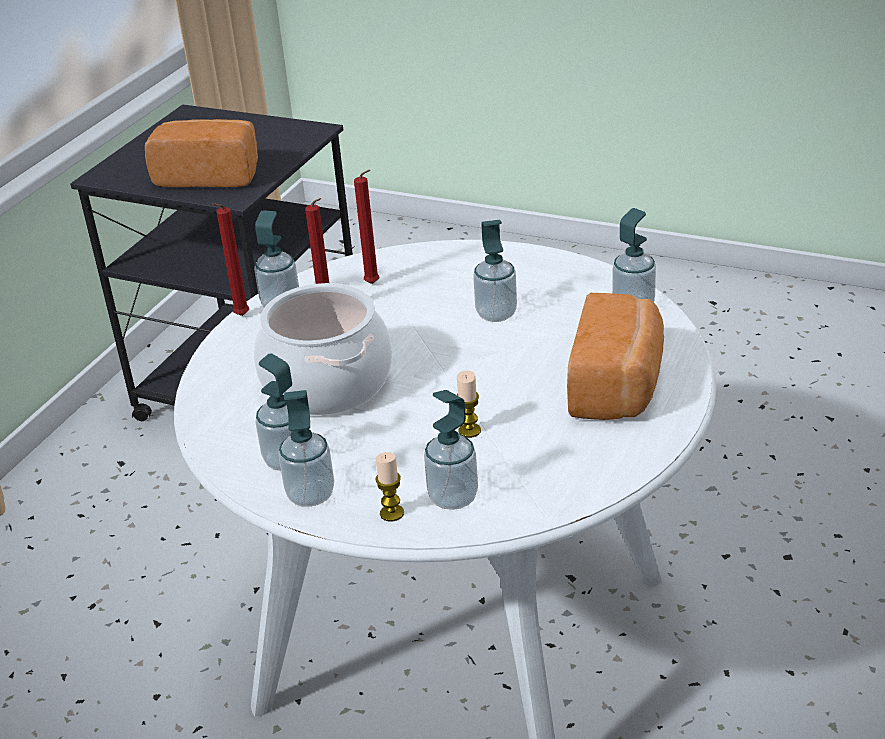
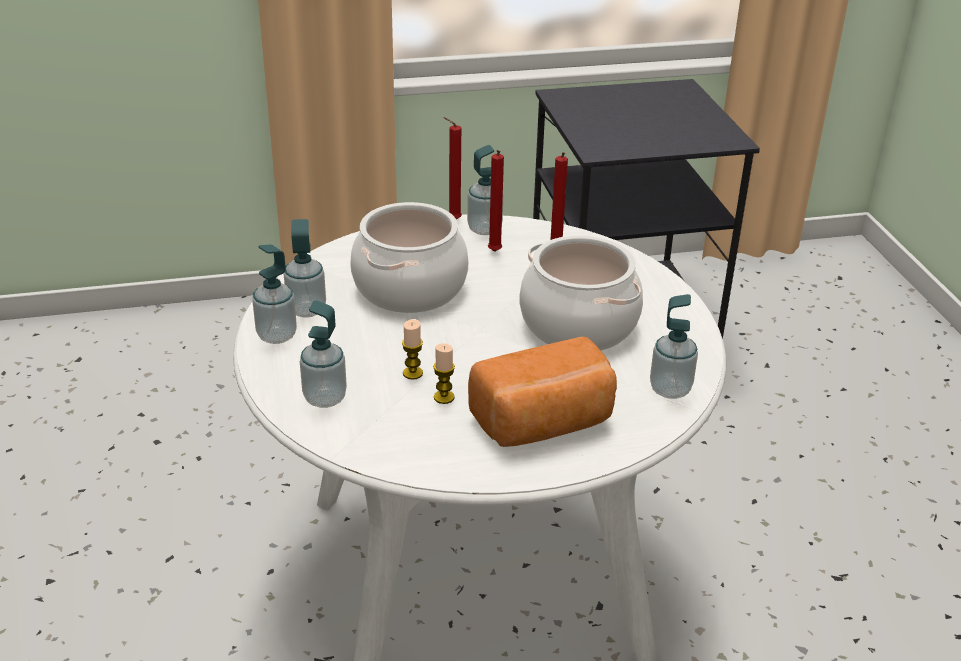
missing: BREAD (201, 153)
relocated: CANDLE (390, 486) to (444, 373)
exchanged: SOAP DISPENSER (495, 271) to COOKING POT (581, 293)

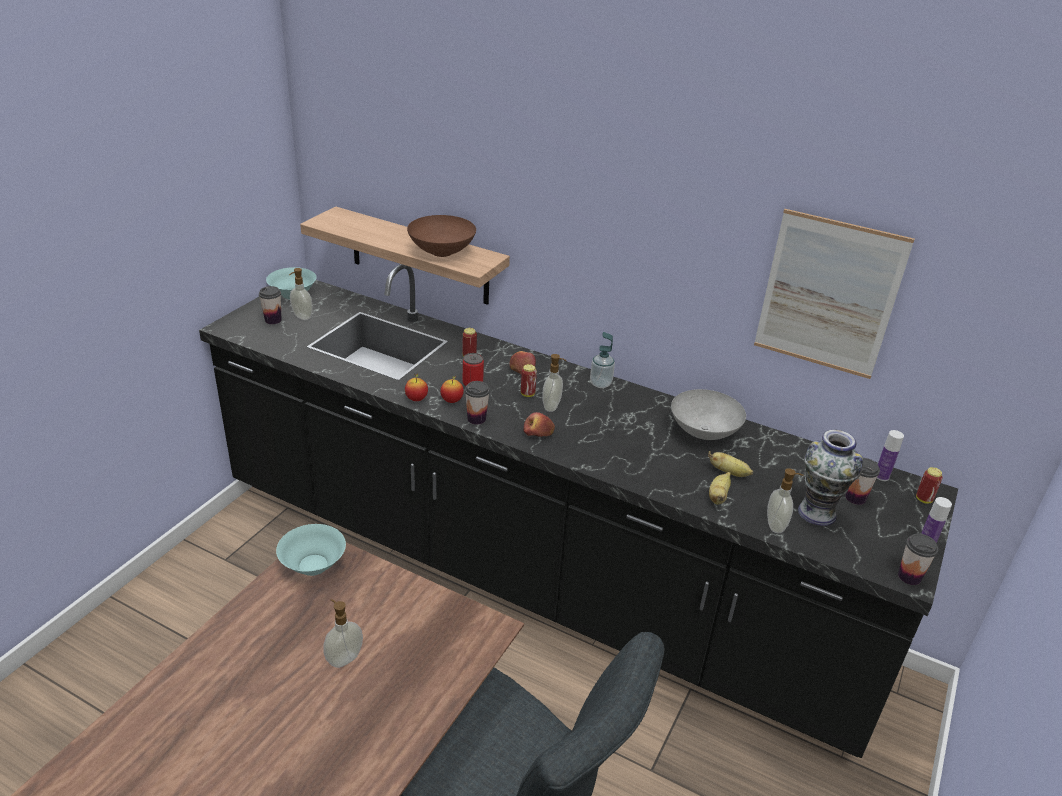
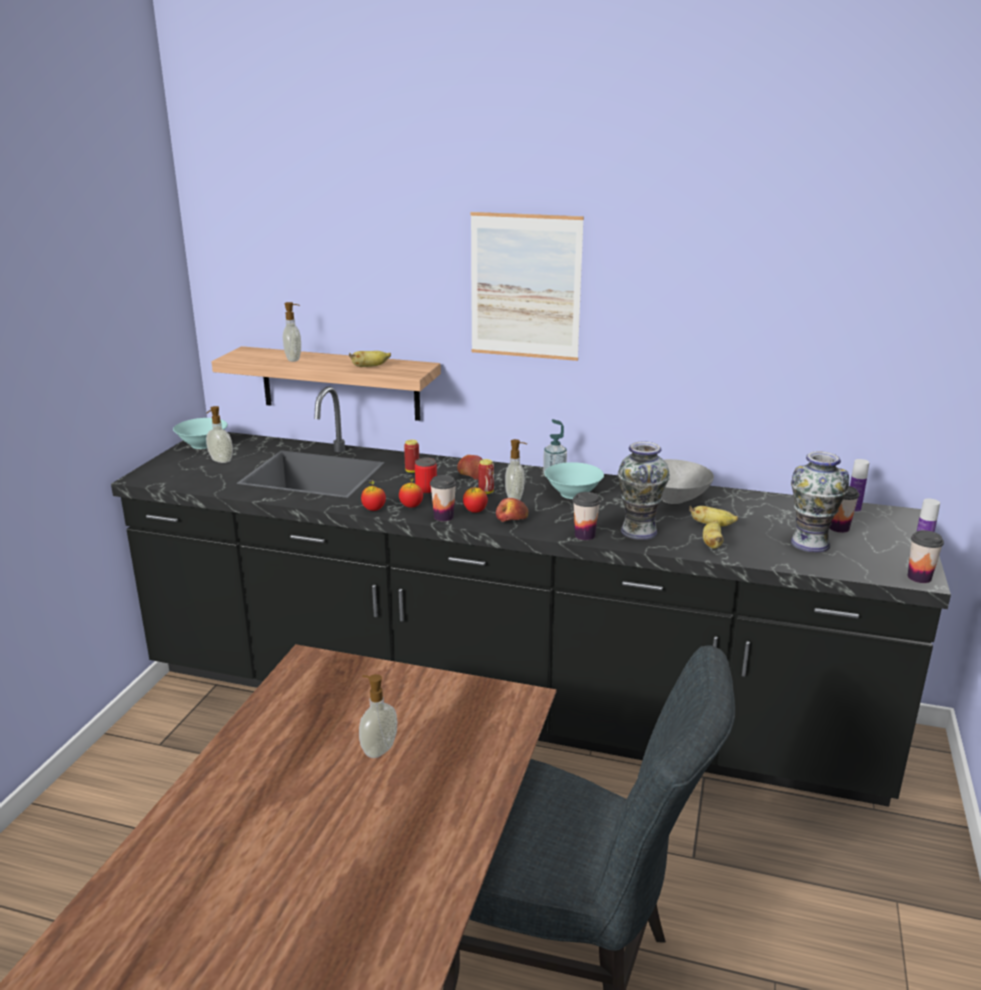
missing: CAN (929, 485)
appeared: VASE (644, 491); APPLE (475, 500)
relocated: PICTURE (834, 294) to (527, 286); CUP (270, 305) to (586, 516); SOAP DISPENSER (785, 500) to (292, 332); TURQUOISE BOWL (311, 550) to (574, 480)
exchanged: BROWN BOWL (441, 236) to BANANA (370, 359)

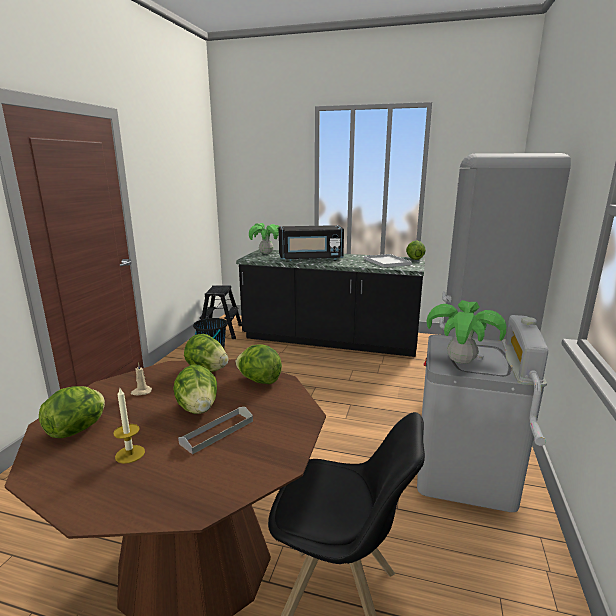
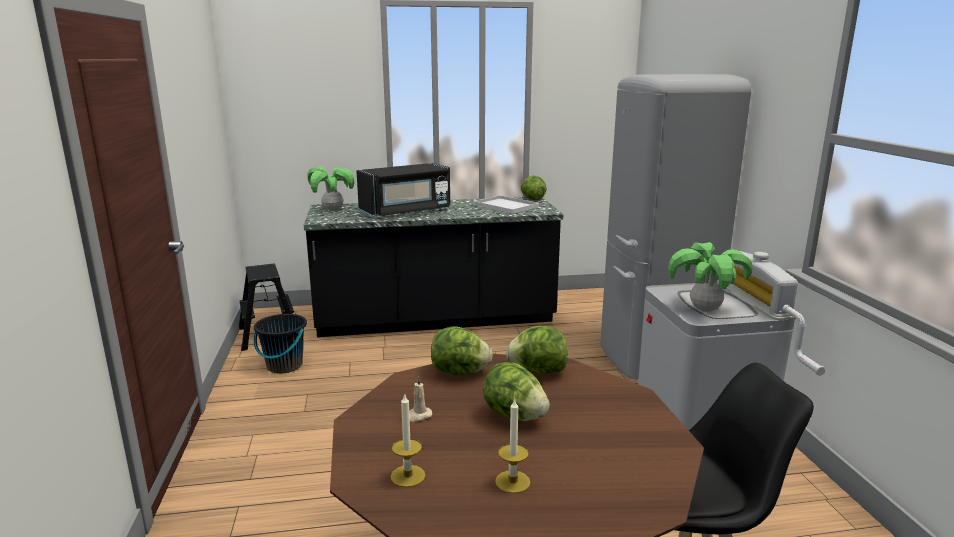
missing: GREY TRAY (215, 430)
exchanged: LETTUCE (72, 412) to CANDLE (408, 440)

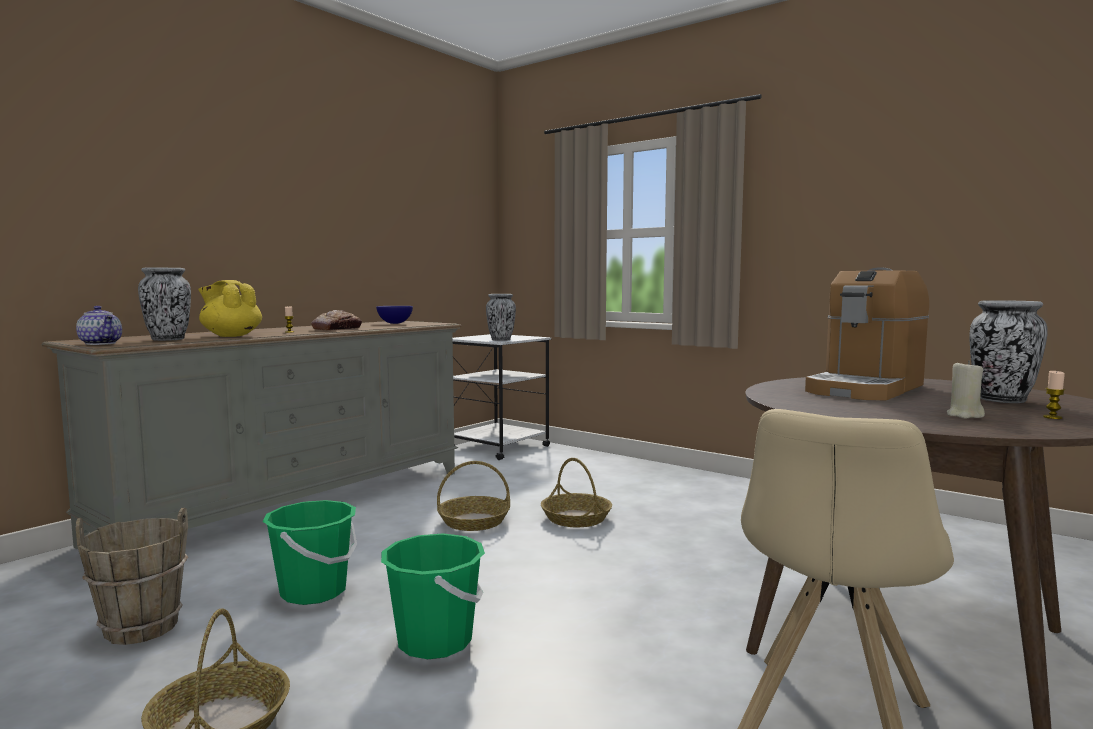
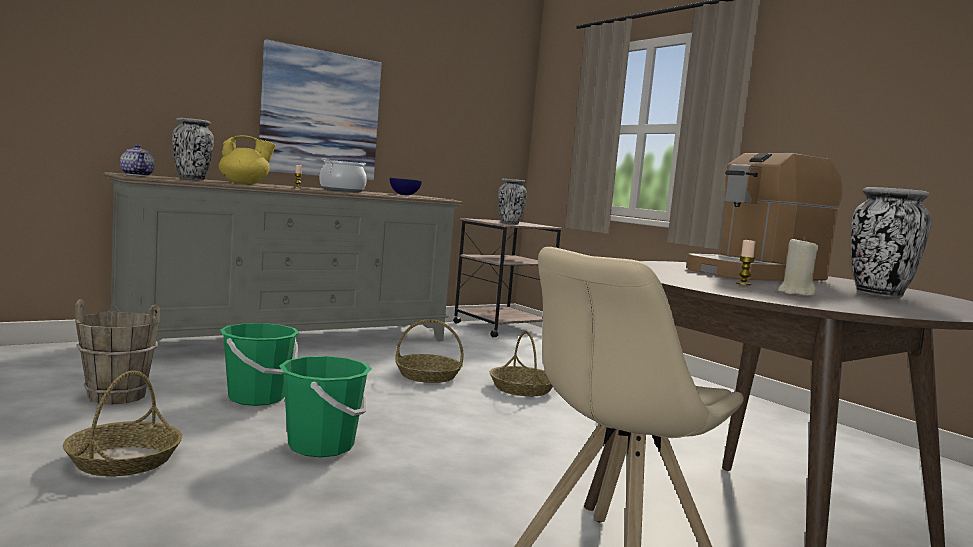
appeared: PICTURE (320, 109)
relocated: CANDLE (1054, 395) to (746, 262)
exchanged: BREAD (336, 320) to COOKING POT (343, 175)
colour: WHITE CART (502, 397) to BROWN CART (508, 277)
spun: YELLOW TEAPOT (230, 308) = (247, 159) 120 degrees clockwise

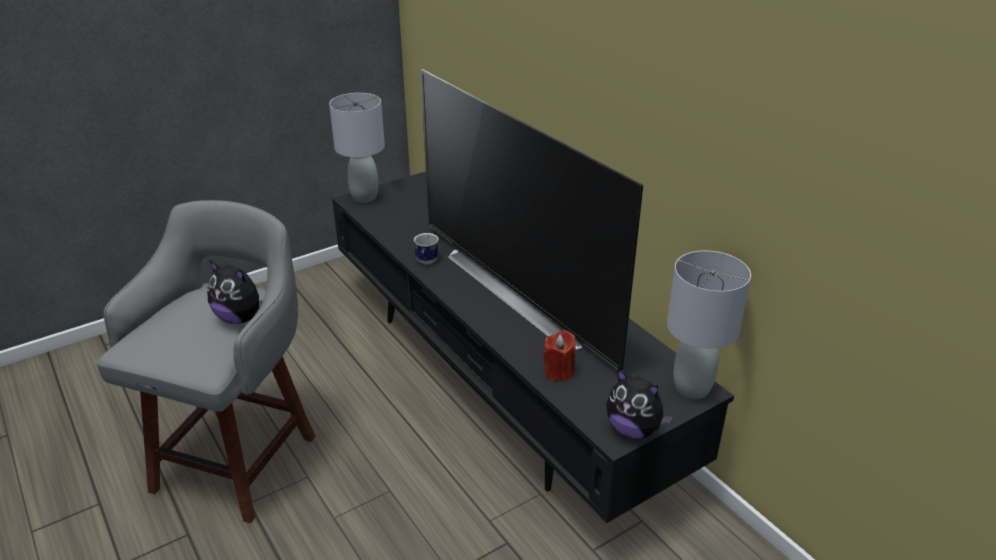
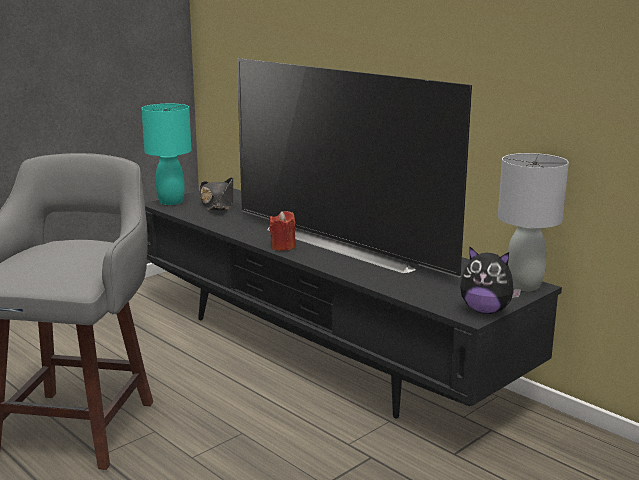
missing: MUG (426, 248); PLUSH TOY (235, 292)
appeared: BLACK HAT (216, 193)
relocated: RED CANDLE (559, 356) to (282, 231)
colour: GREY TABLE LAMP (357, 148) to TURQUOISE TABLE LAMP (166, 154)

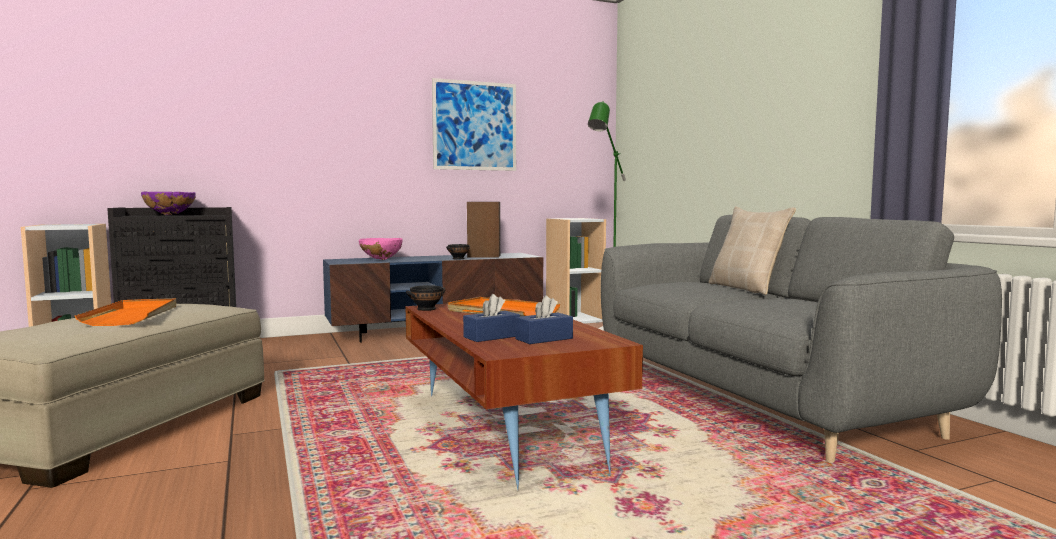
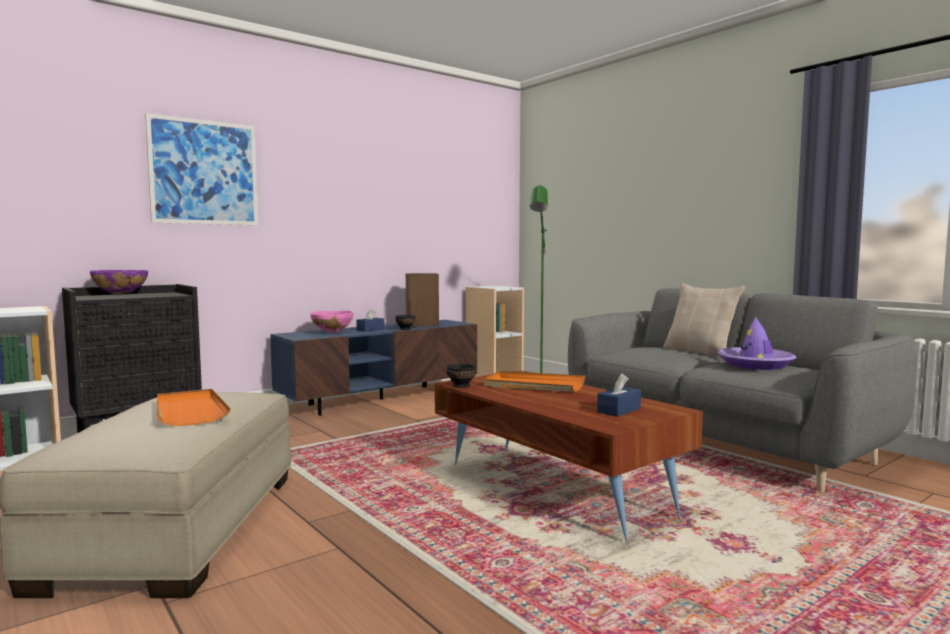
appeared: PURPLE HAT (756, 343)
relocated: PICTURE (474, 124) to (201, 169); BLUE TISSUE BOX (491, 318) to (370, 320)

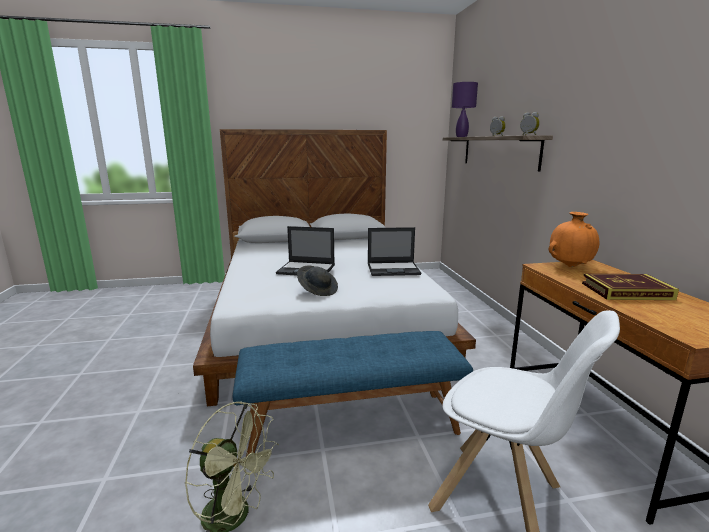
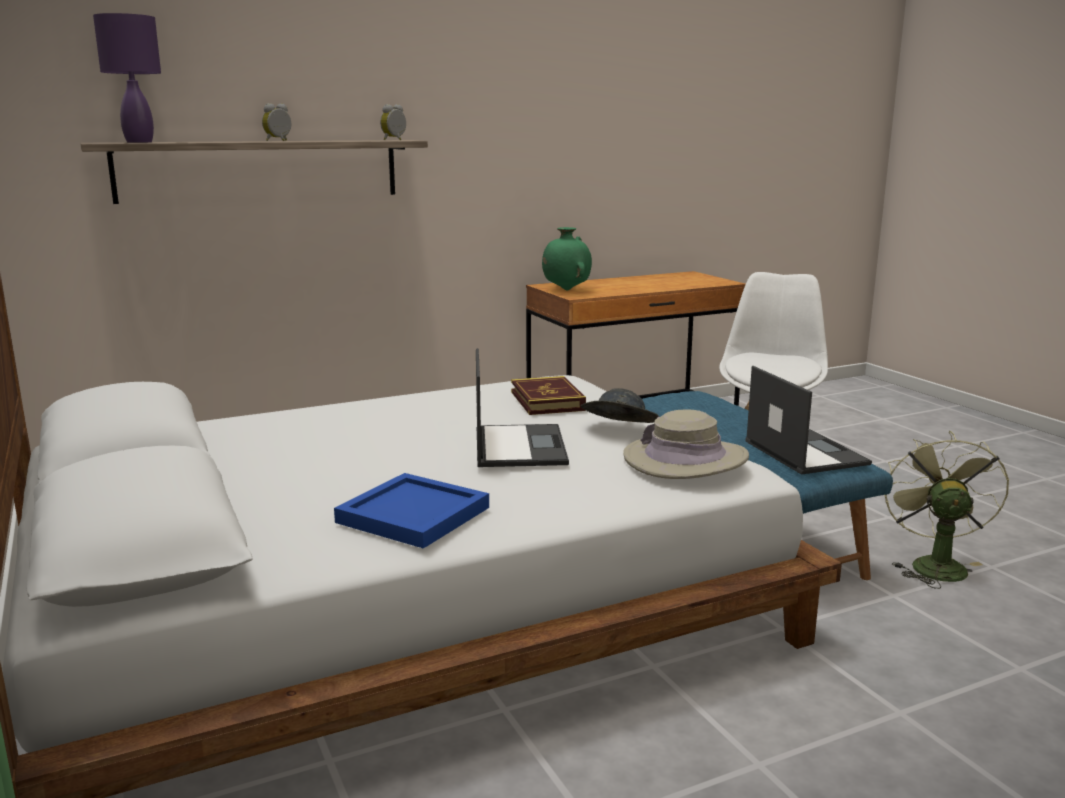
appeared: BEIGE HAT (686, 444); BLUE TRAY (411, 511)
relocated: LAPTOP (394, 251) to (808, 420); BOOK (630, 287) to (548, 395)
colour: ORANGE VASE (574, 239) to GREEN VASE (567, 258)

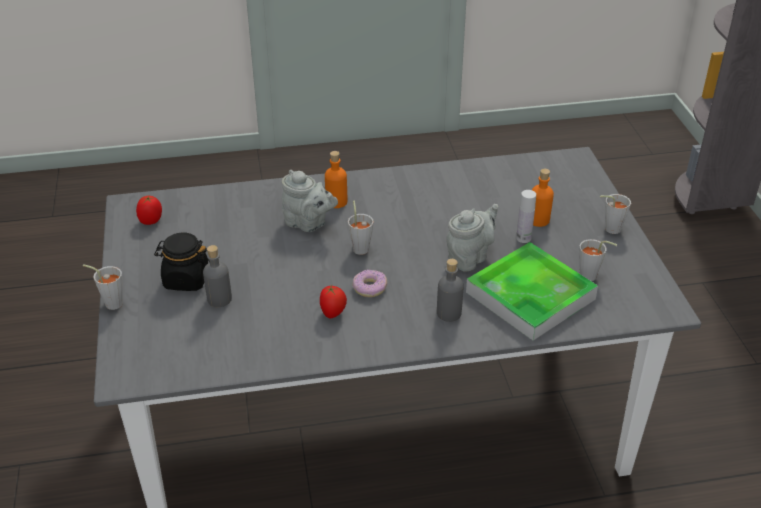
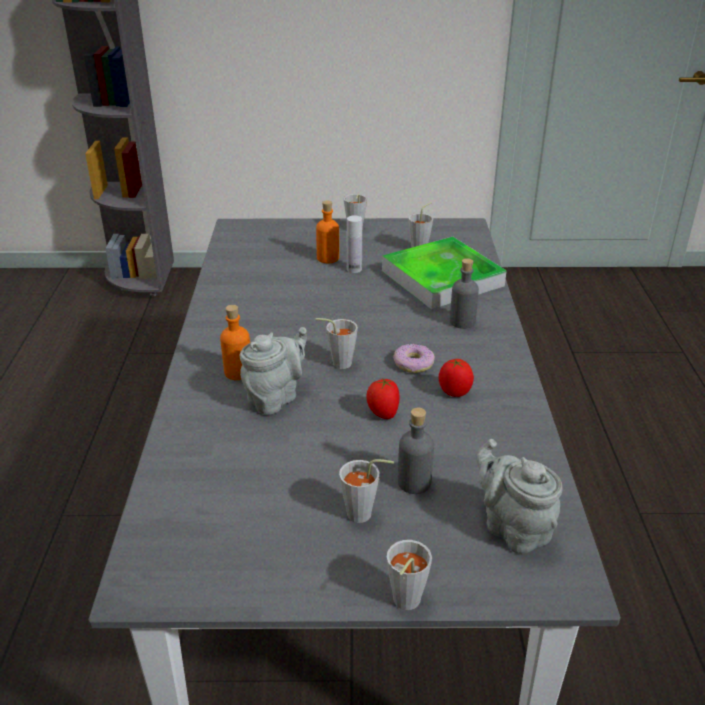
relocated: TOMATO (149, 210) to (383, 398); GREY TEAPOT (472, 237) to (519, 496)
exchanged: BLACK JAR (182, 261) to GREY CUP (366, 491)

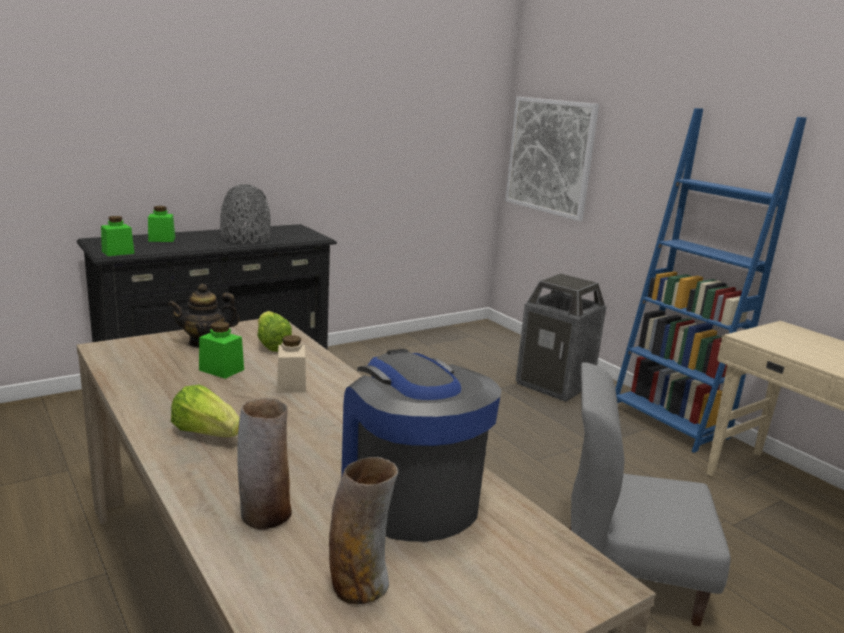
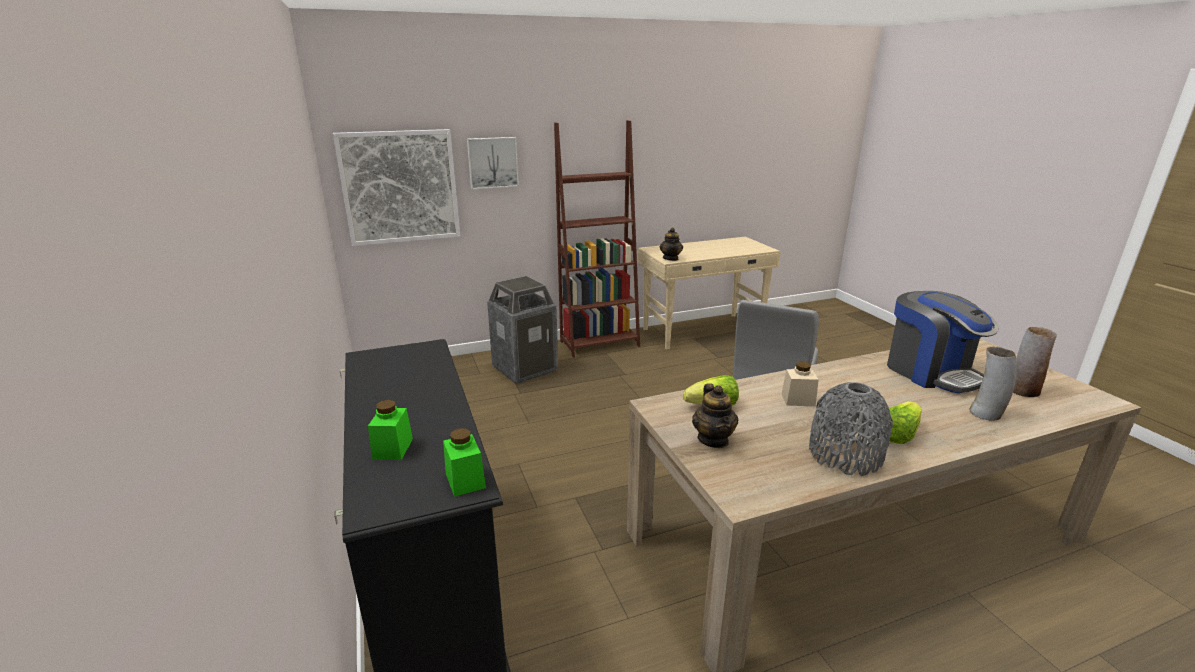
missing: GREEN JAR (221, 350)
appeared: PICTURE (493, 163); TEAPOT (671, 244)
relocated: GREY VASE (245, 214) to (851, 429)
colour: BLUE BOOKCASE (711, 280) to BROWN BOOKCASE (597, 239)
spun: COFFEE MACHINE (421, 445) = (943, 342) 105 degrees counterclockwise

